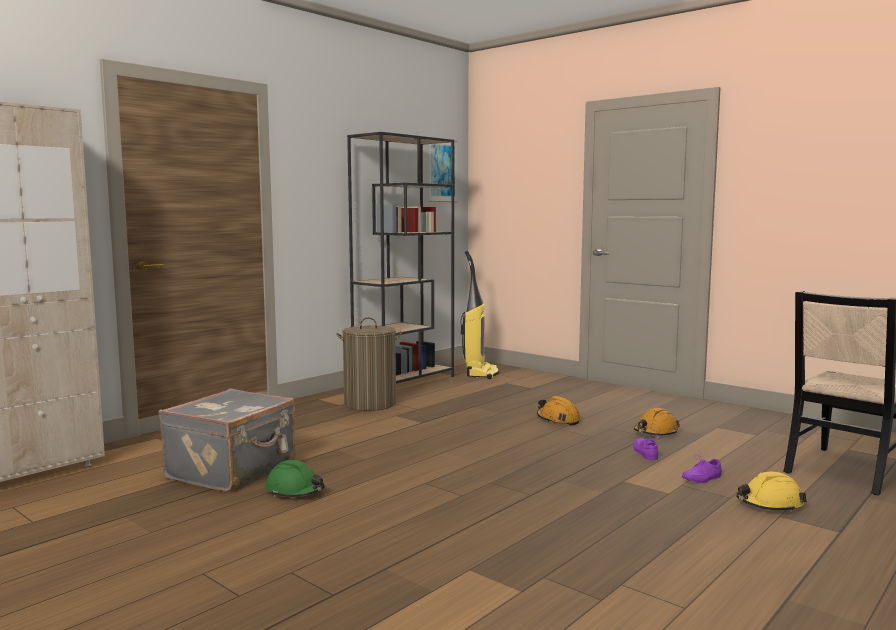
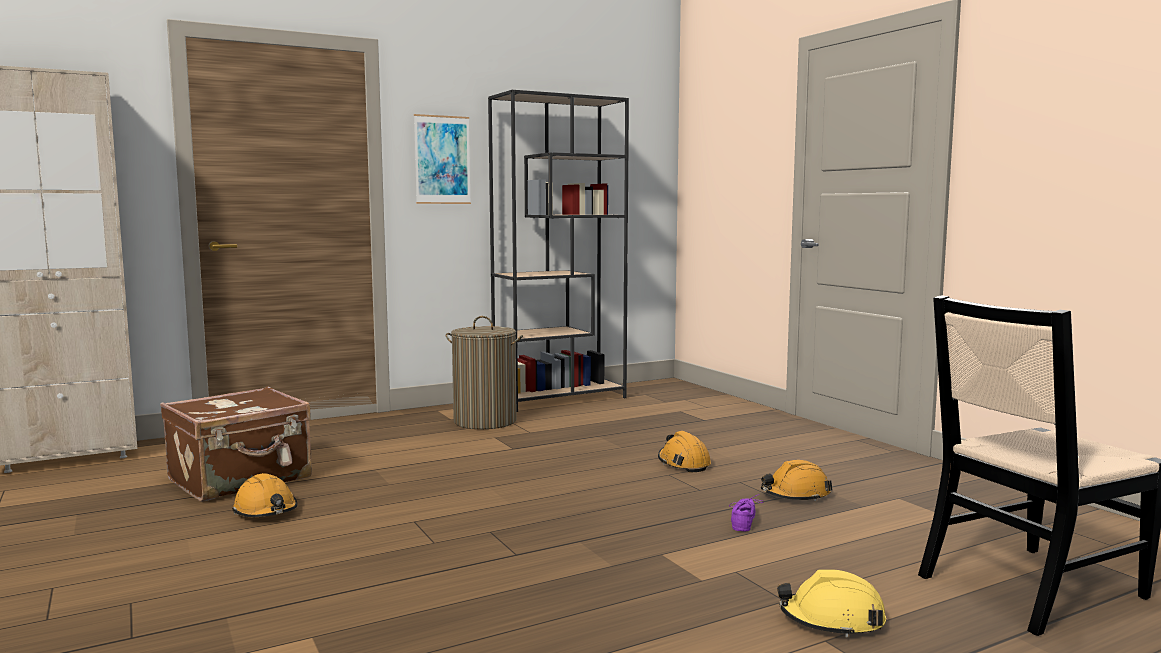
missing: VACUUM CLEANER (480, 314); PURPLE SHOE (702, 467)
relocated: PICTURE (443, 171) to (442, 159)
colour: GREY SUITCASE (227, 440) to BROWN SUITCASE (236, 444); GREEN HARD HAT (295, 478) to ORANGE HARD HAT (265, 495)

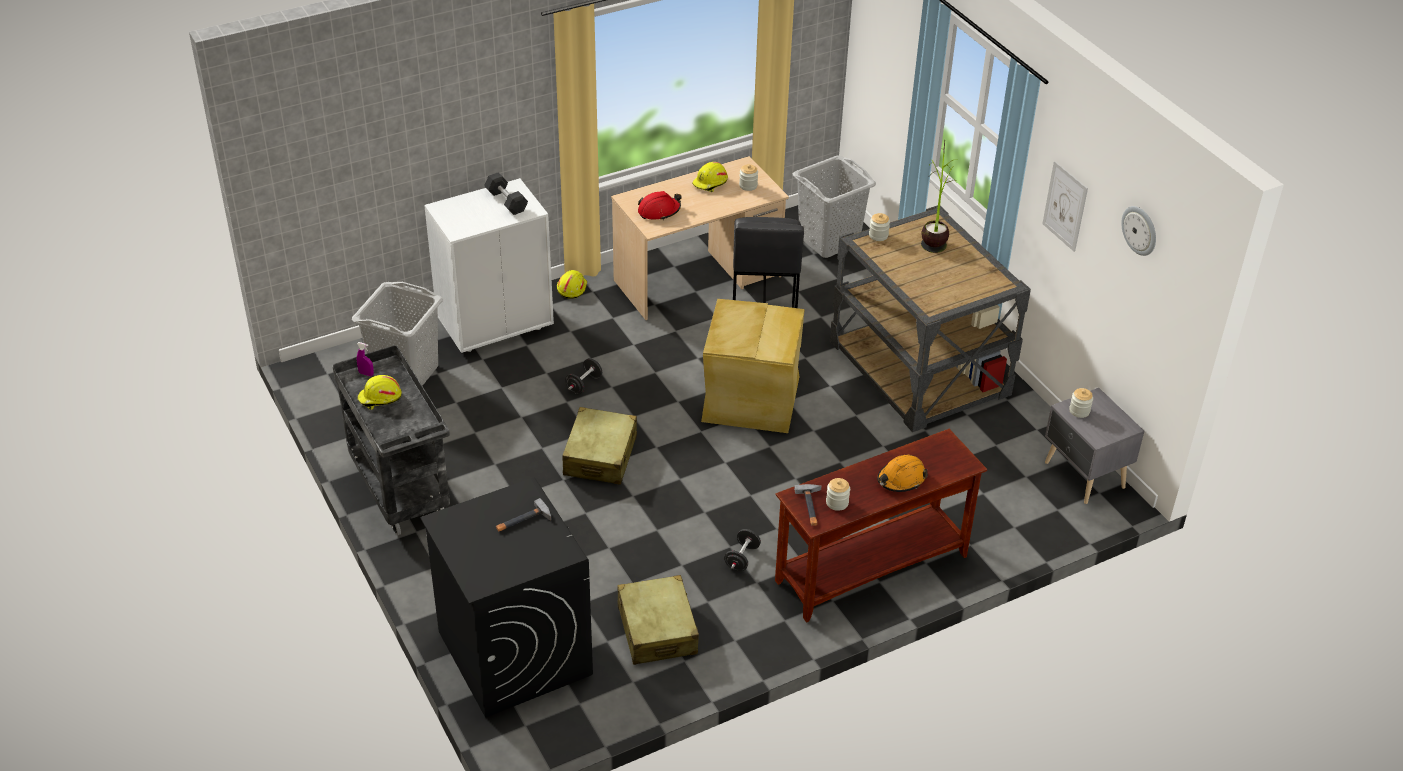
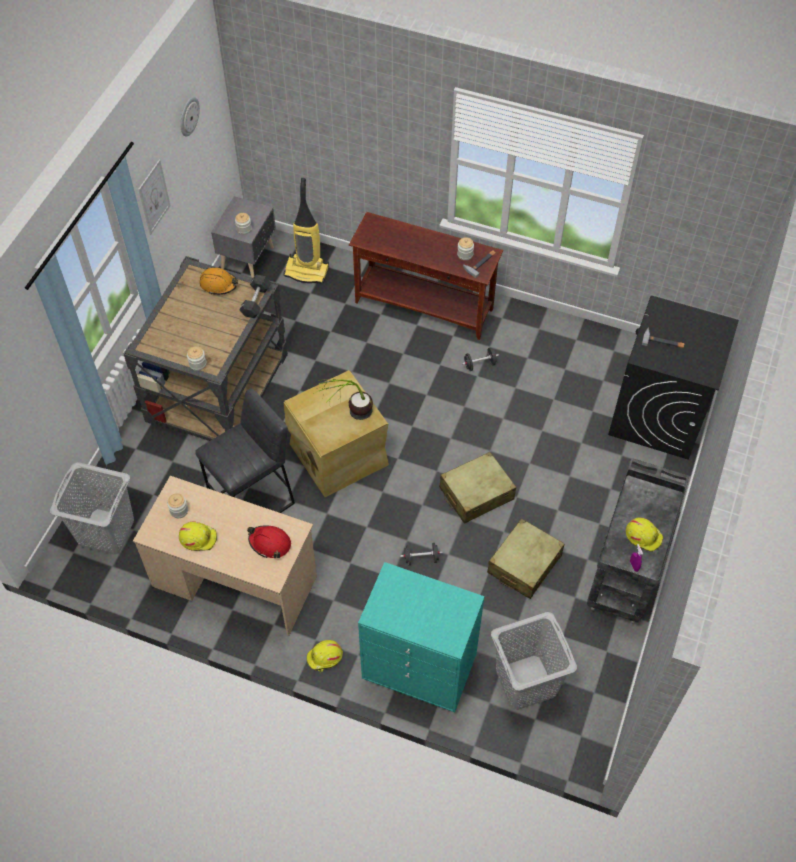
appeared: VACUUM CLEANER (306, 231)
relocated: POTTED PLANT (939, 196) to (344, 399); BLACK DUMBBELL (506, 193) to (255, 296); ORANGE HARD HAT (902, 473) to (219, 281); BEIGE SUITCASE (658, 620) to (526, 558)
colour: WHITE CABINET (489, 265) to TURQUOISE CABINET (421, 637)

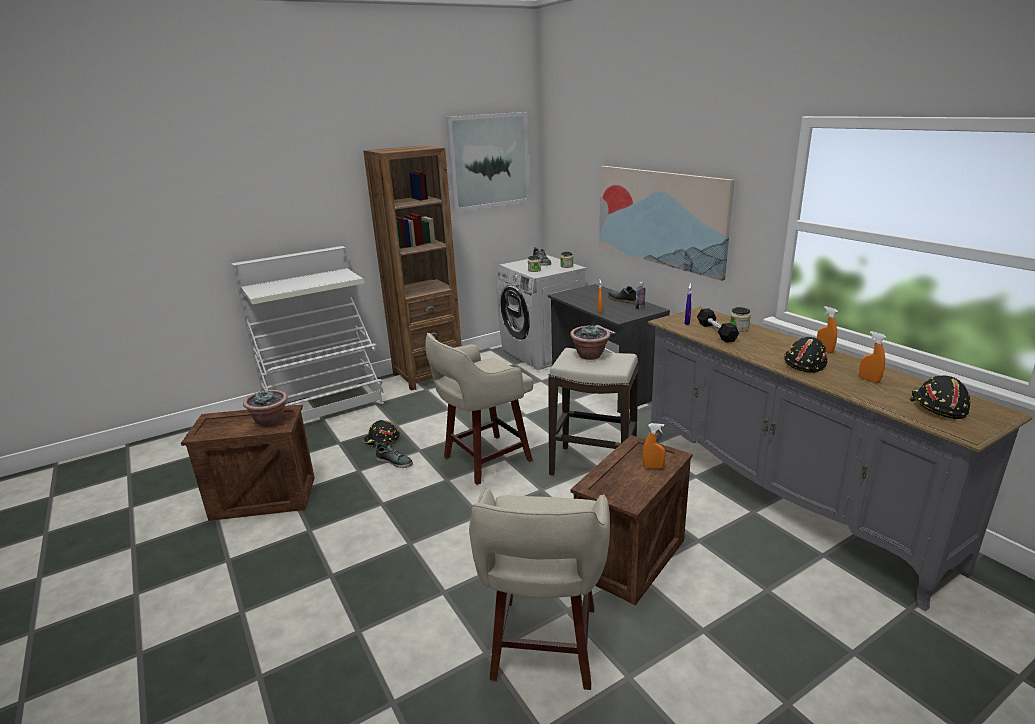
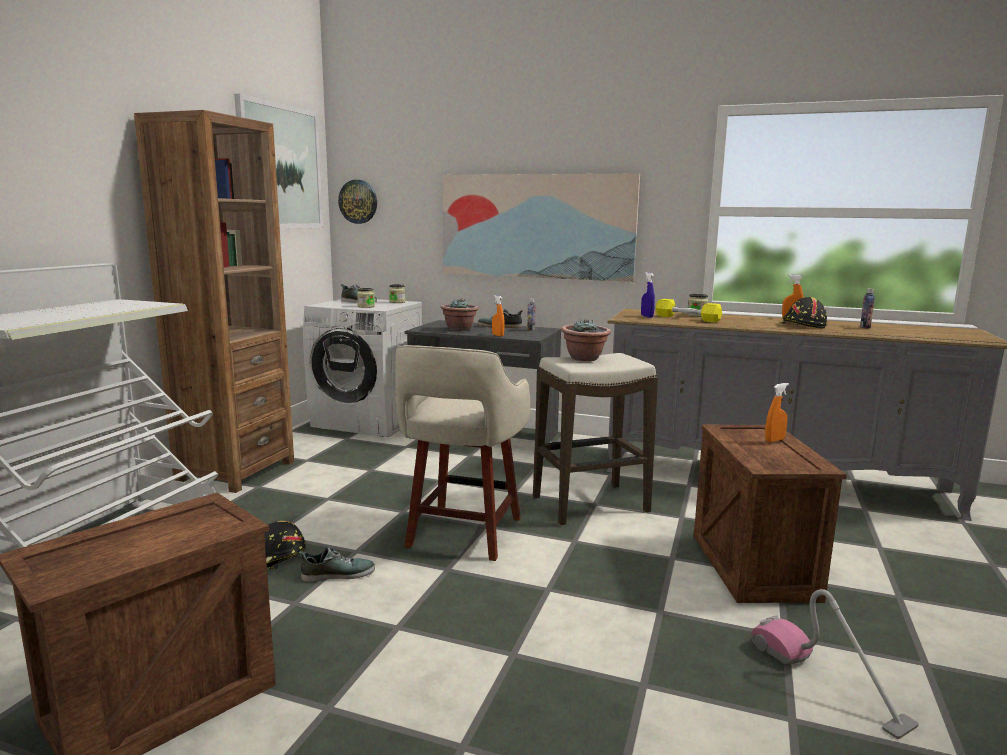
missing: BLACK HARD HAT (939, 397)
appeared: WALL CLOCK (357, 202)
relocated: POTTED PLANT (265, 408) to (460, 315)
exchanged: ORANGE SPRAY BOTTLE (872, 357) to BOTTLE (867, 308); BEIGE STOOL (539, 589) to VACUUM CLEANER (835, 664)
colour: BLACK DUMBBELL (718, 325) to YELLOW DUMBBELL (689, 311)

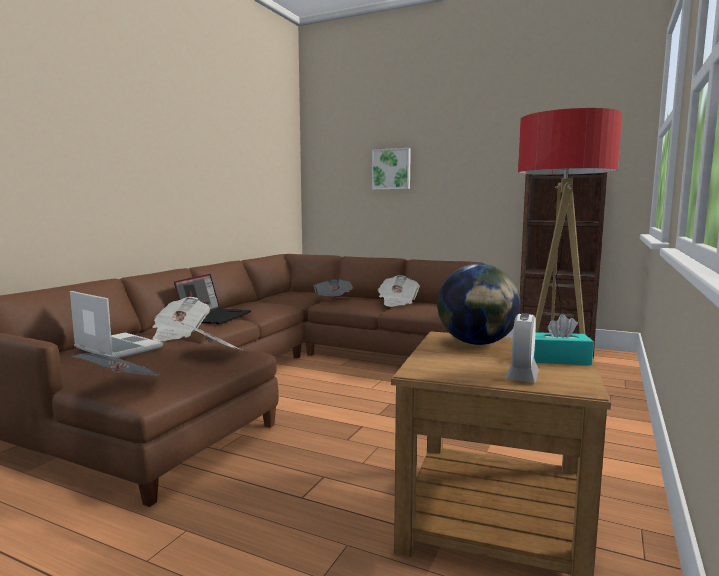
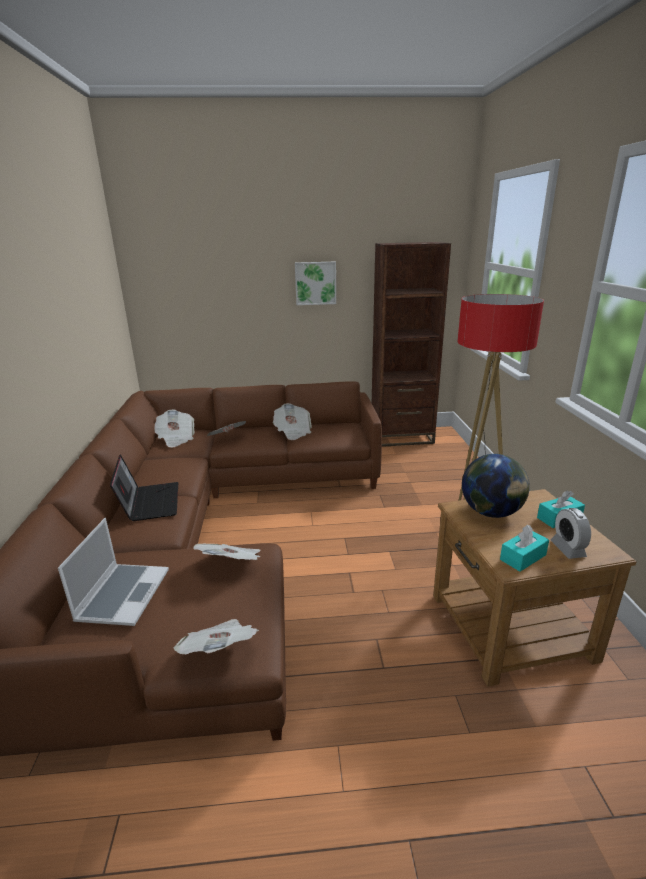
appeared: TURQUOISE TISSUE BOX (524, 548)
relocated: PICTURE (391, 169) to (315, 283); NEWSPAPER (181, 319) to (174, 429)
spun: LAPTOP (116, 324) = (113, 572) 90 degrees clockwise

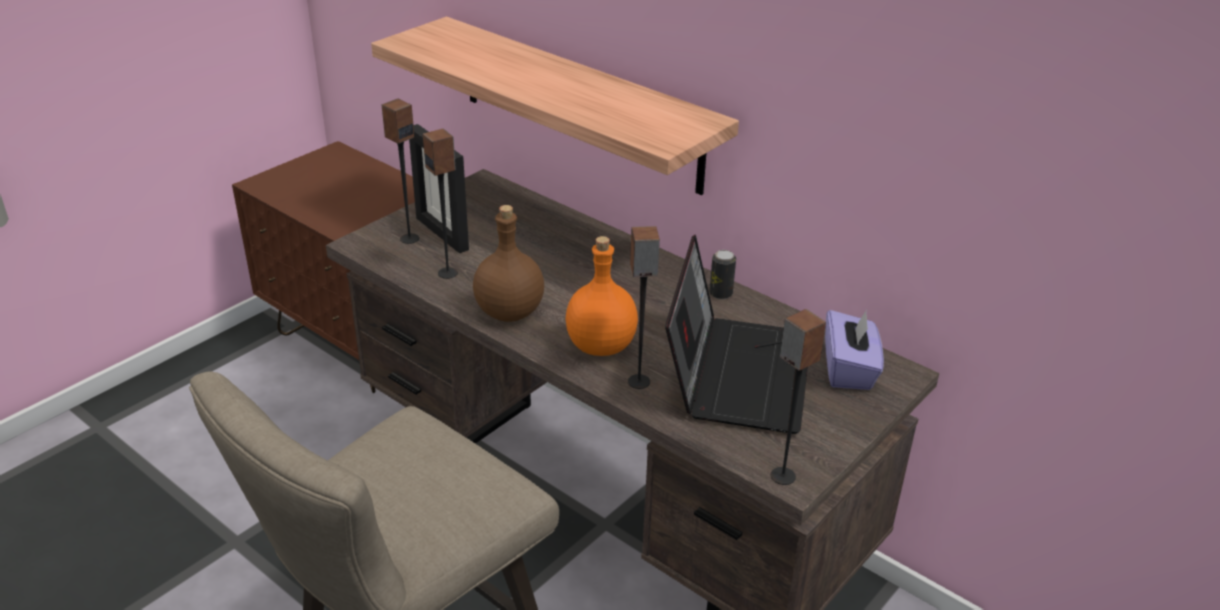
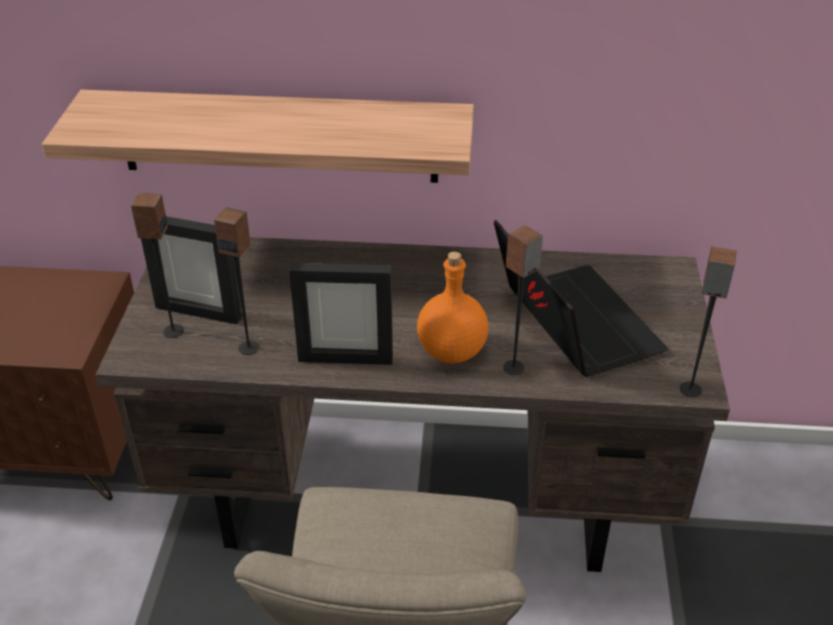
missing: CAN (722, 274); PURPLE TISSUE BOX (854, 350)
exchanged: BROWN BOTTLE (508, 263) to PICTURE FRAME (341, 314)

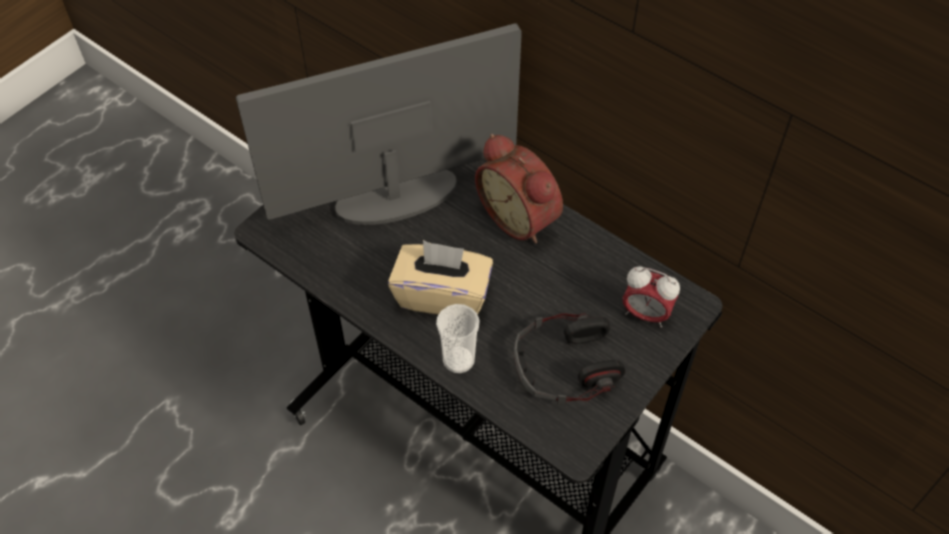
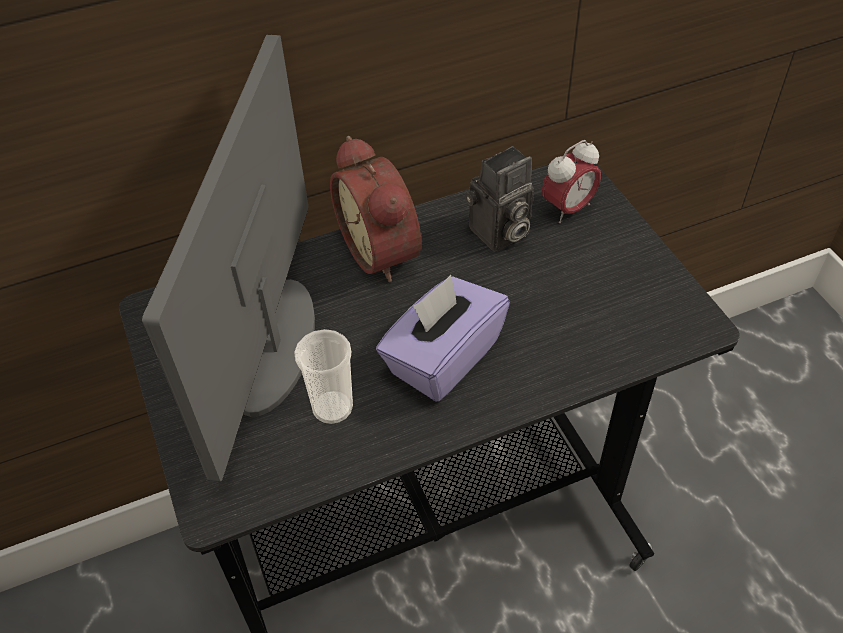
missing: HEADPHONES (569, 359)
appeared: PHOTO CAMERA (499, 199)
relocated: CUP (458, 338) to (323, 376)
colour: BEIGE TISSUE BOX (440, 277) to PURPLE TISSUE BOX (443, 338)
spun: ALARM CLOCK (519, 189) = (375, 209) 75 degrees clockwise

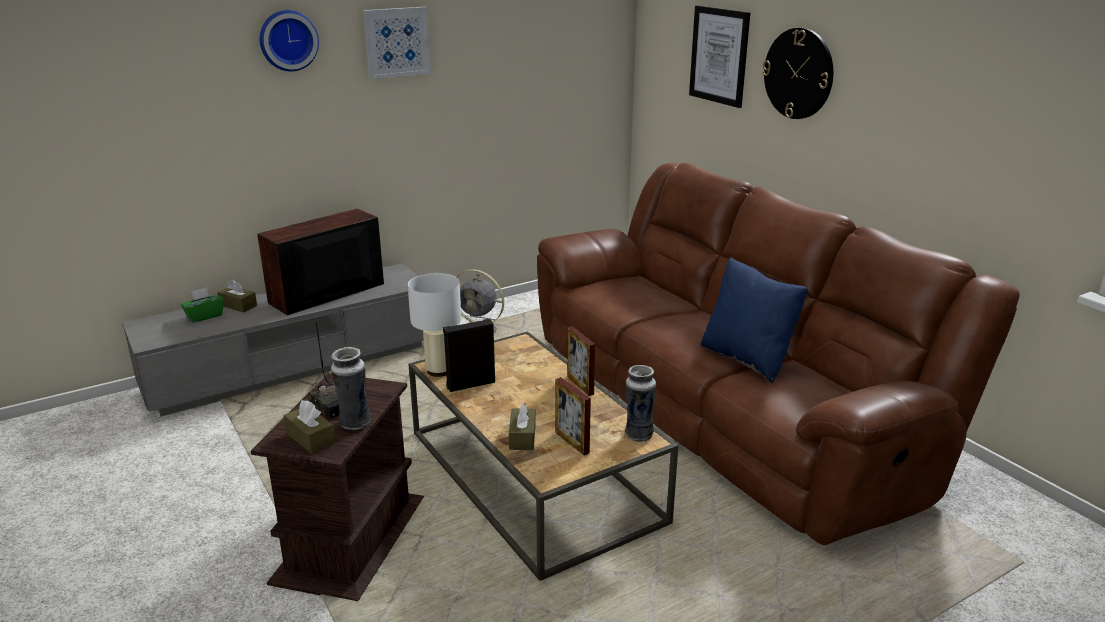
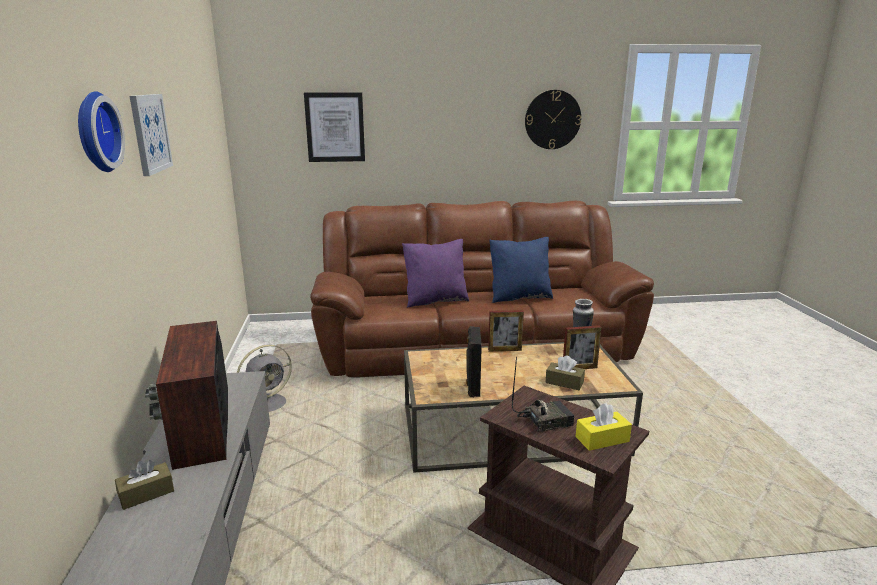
missing: WHITE TABLE LAMP (434, 325); GREEN TISSUE BOX (202, 305); VASE (351, 388)
appeared: PURPLE PILLOW (435, 273)
relocated: WALL CLOCK (797, 73) to (553, 119)
colour: BROWN TISSUE BOX (309, 427) to YELLOW TISSUE BOX (604, 427)

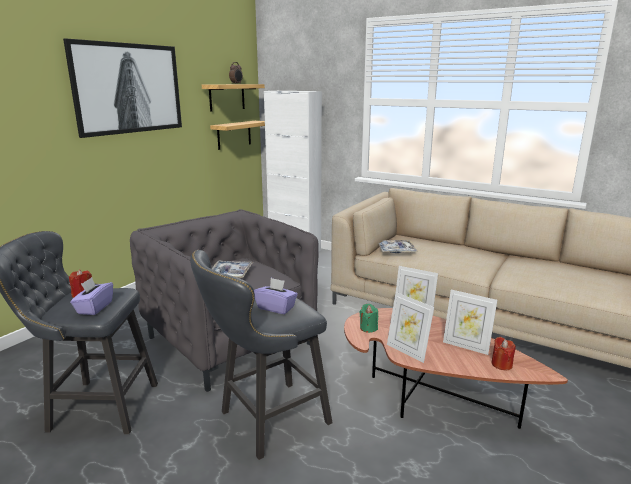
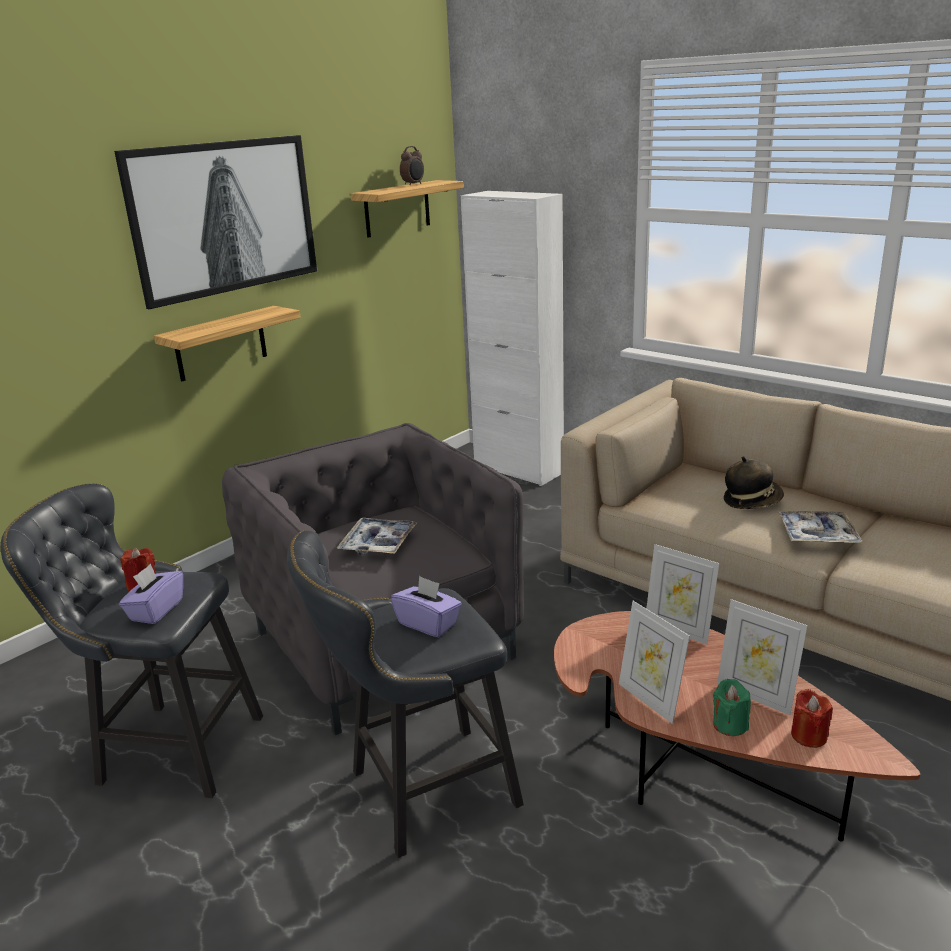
appeared: HAT (754, 482)
relocated: SHELF (237, 135) to (227, 343); TRAY (398, 246) to (820, 527); GREEN CANDLE (368, 318) to (732, 707)

